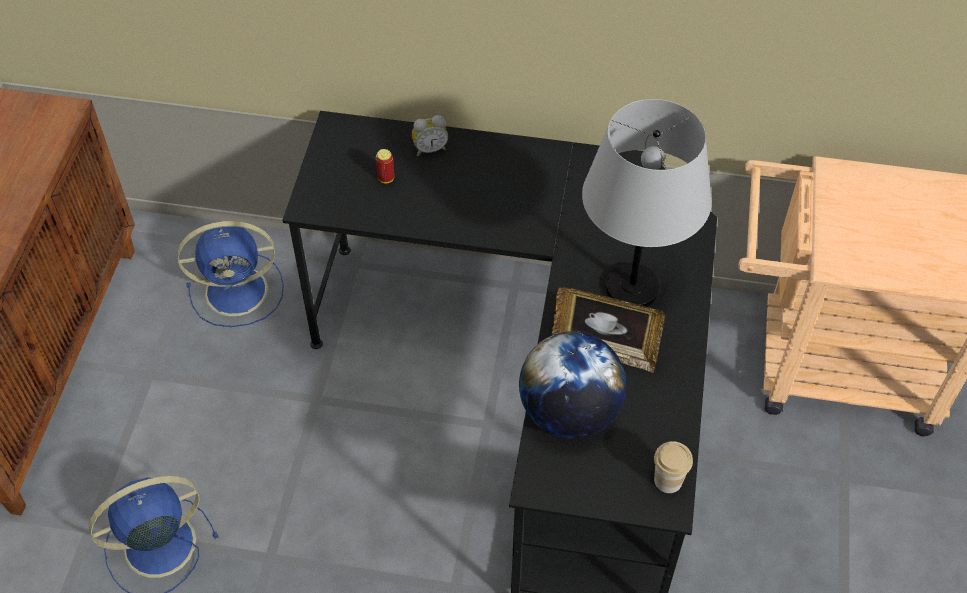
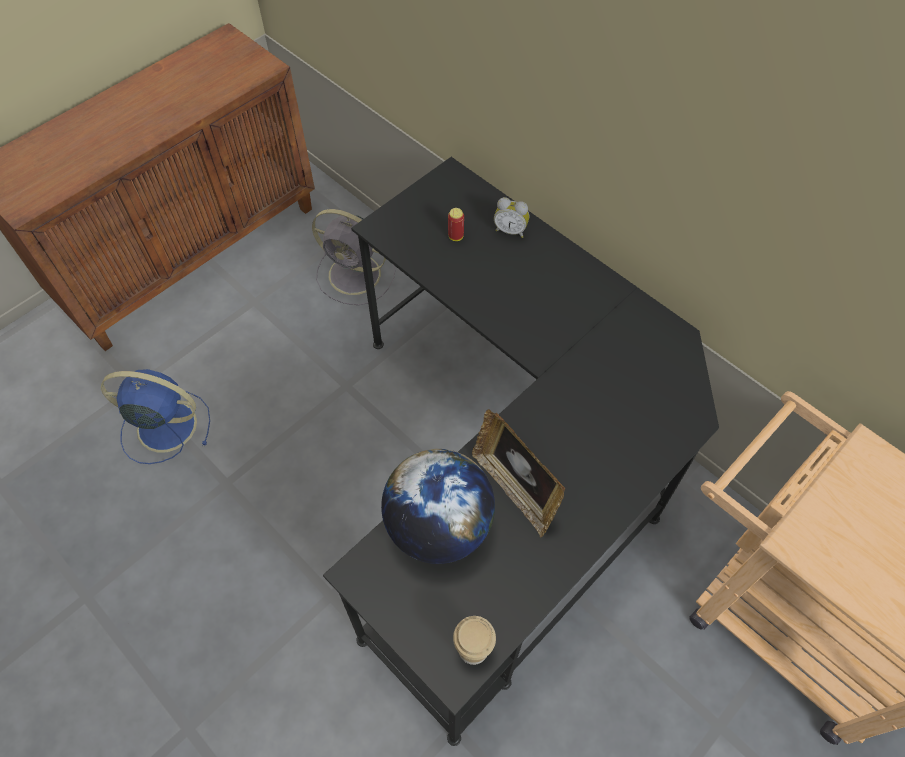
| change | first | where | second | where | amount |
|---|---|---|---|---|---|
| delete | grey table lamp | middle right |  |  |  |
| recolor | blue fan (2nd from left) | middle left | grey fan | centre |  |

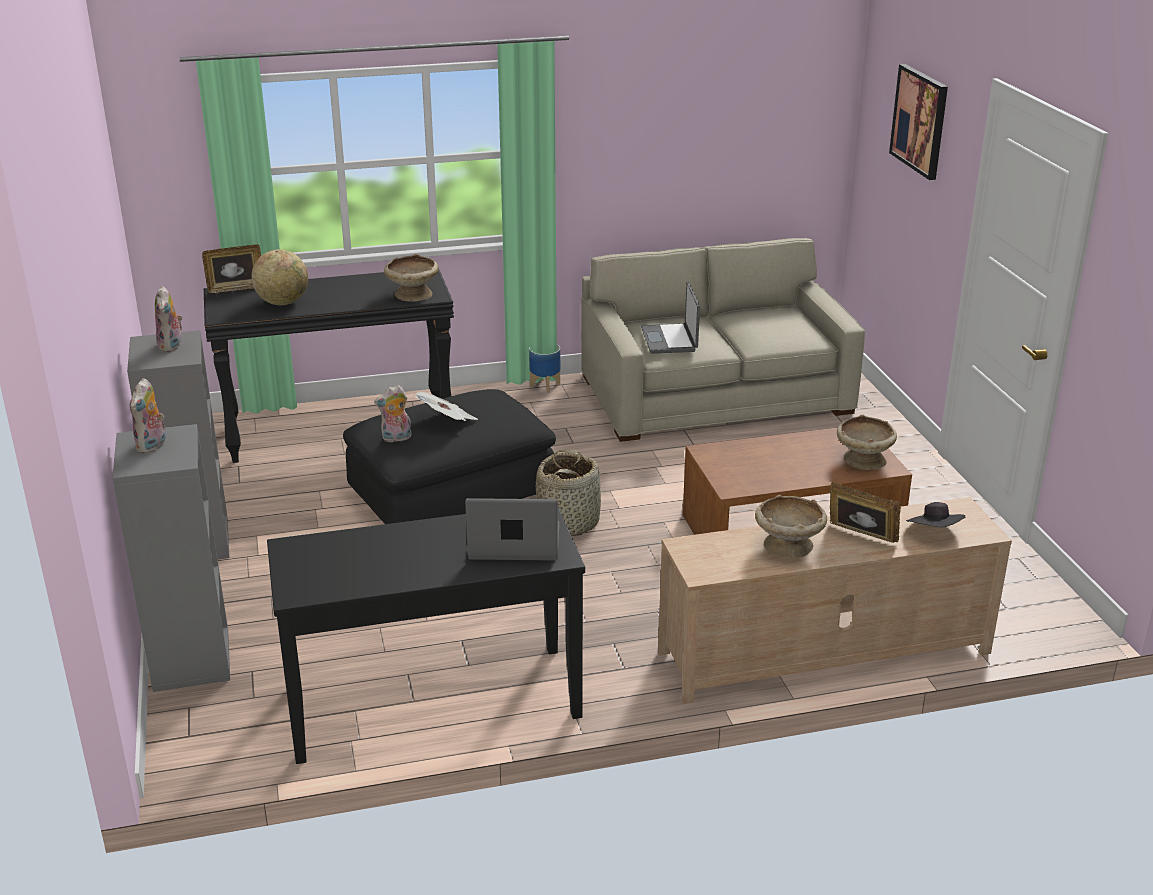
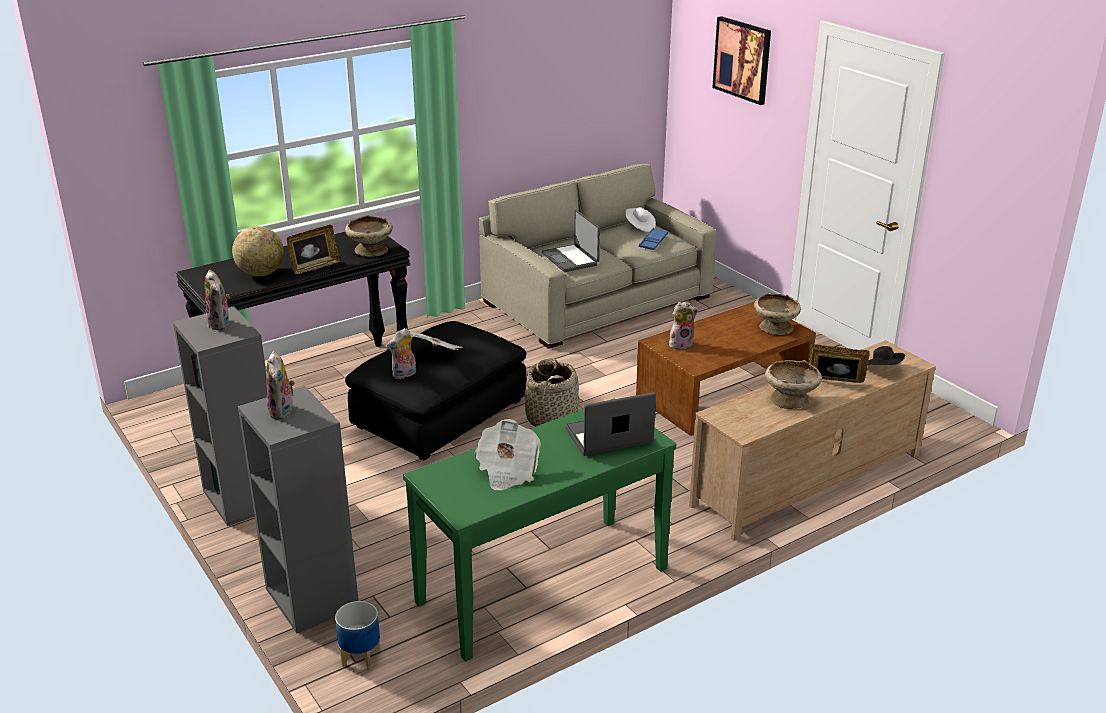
| change | first | where | second | where | amount |
|---|---|---|---|---|---|
| move | picture frame (1st from left) | top left |  | middle left |  |
| move | planter | centre |  | bottom left |  |
| recolor | black console table (2nd from left) | bottom centre | green console table | bottom centre |  |
| insert |  |  | white hat | top centre |  |
| insert |  |  | blue tray | centre |  |
| insert |  |  | plush toy (4th from left) | centre |  |
| insert |  |  | newspaper (2nd from left) | centre |  |

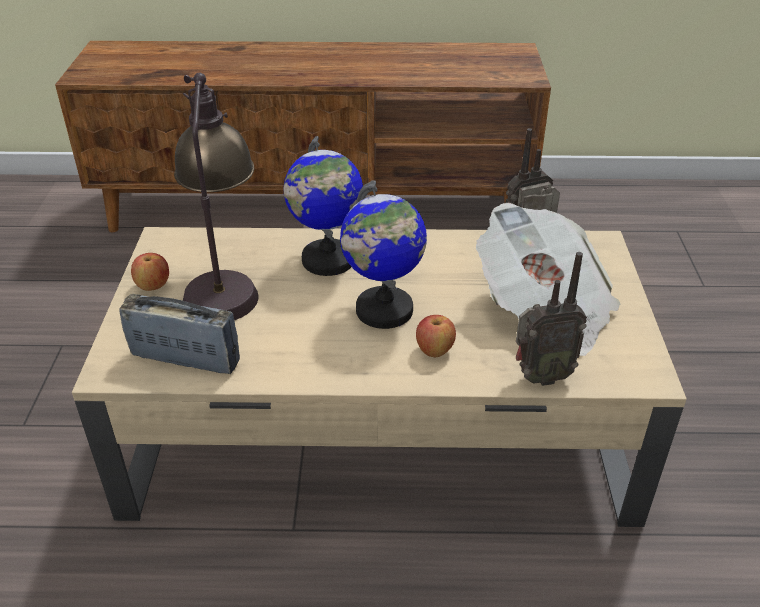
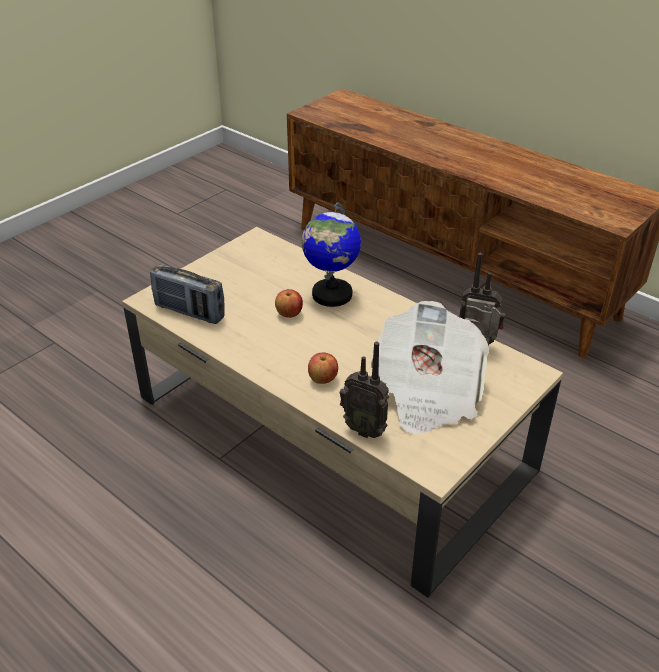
| change | first | where | second | where | amount |
|---|---|---|---|---|---|
| delete | table lamp | top left |  |  |  |
| delete | globe (2nd from left) | centre |  |  |  |
| move | apple (1st from left) | middle left |  | centre |  |
| rotate | radio (1st from left) | middle left |  | middle left | 150 degrees clockwise |

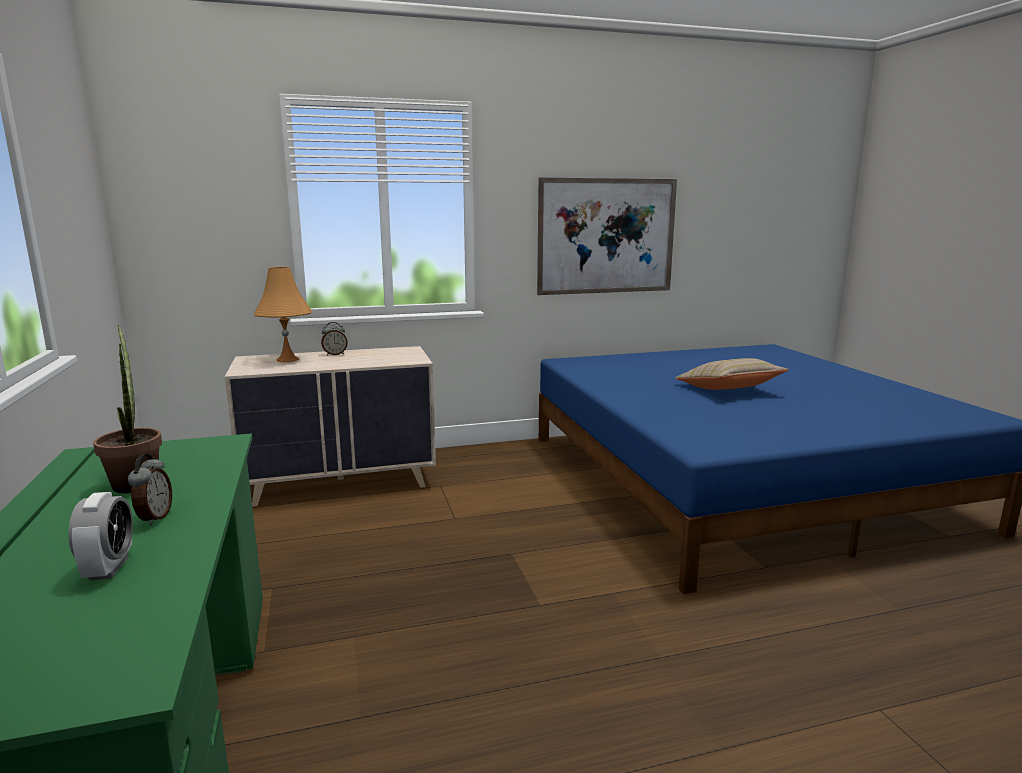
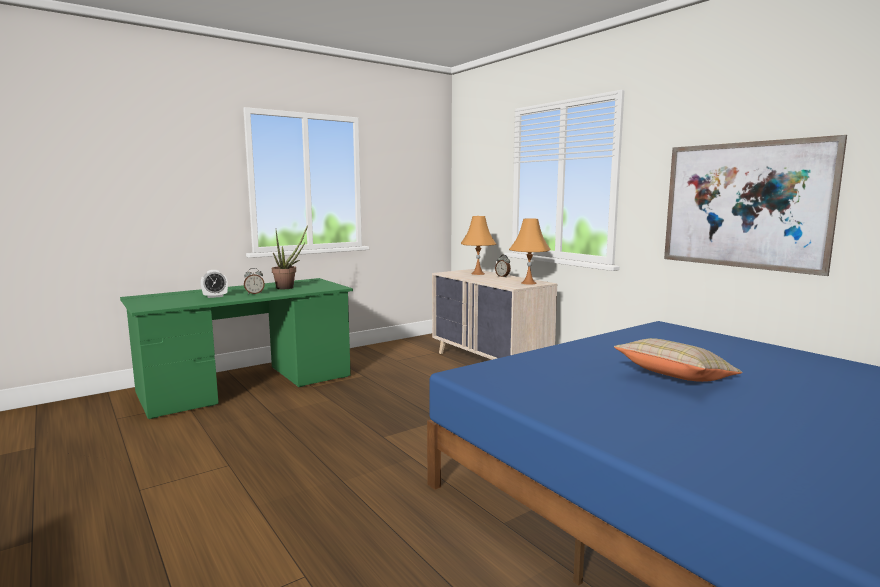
| change | first | where | second | where | amount |
|---|---|---|---|---|---|
| insert |  |  | orange table lamp (2nd from left) | centre |  |

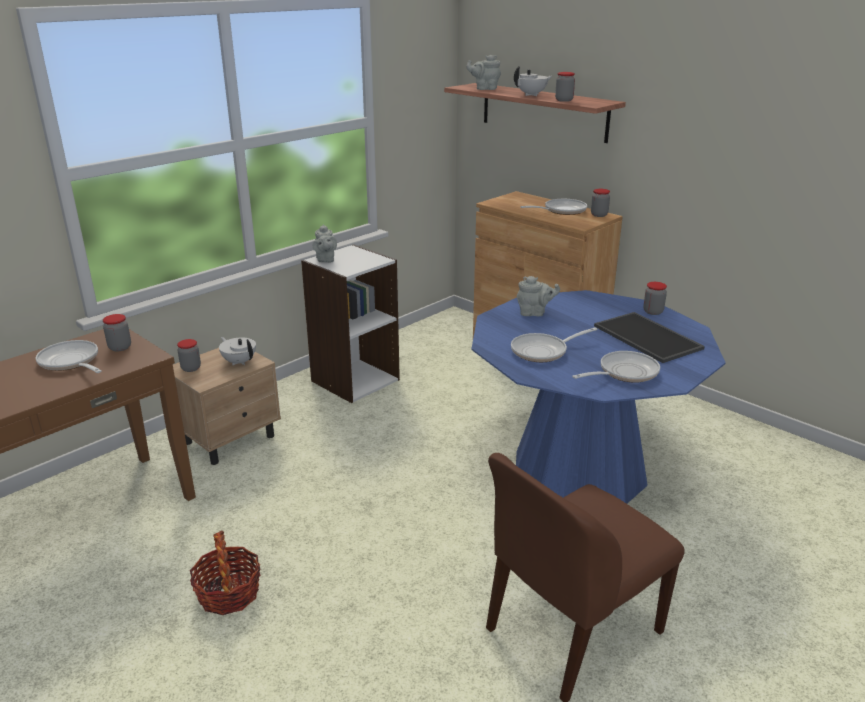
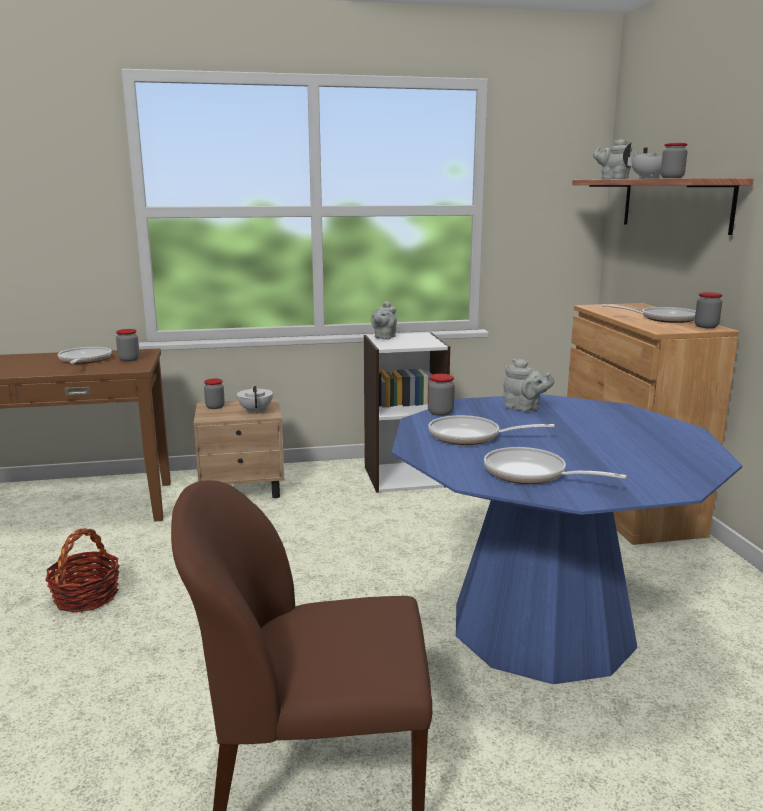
| change | first | where | second | where | amount |
|---|---|---|---|---|---|
| move | jar (5th from left in the first image) | middle right | jar (3rd from left) | centre |  |
| delete | tray | middle right |  |  |  |
| rotate | frying pan (4th from left in the first image) | middle right | frying pan (3rd from left) | middle right | 150 degrees counterclockwise |

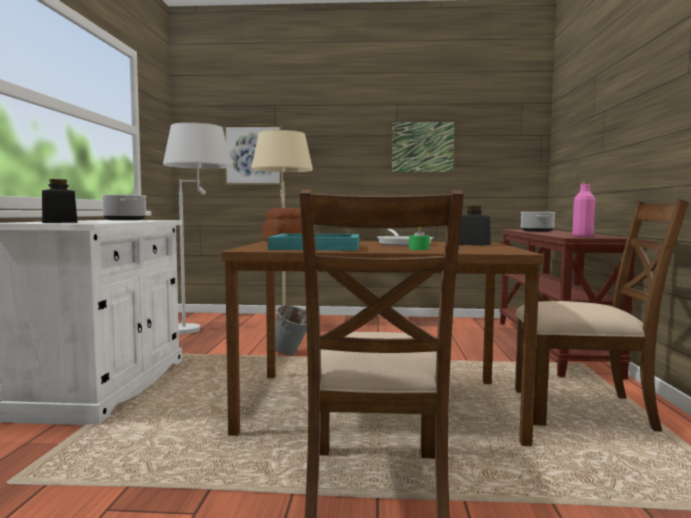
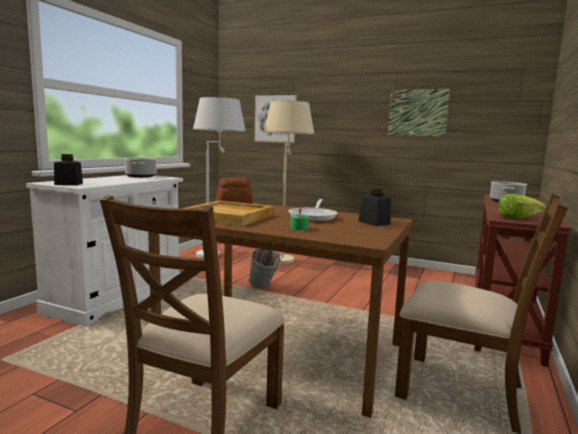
| change | first | where | second | where | amount |
|---|---|---|---|---|---|
| replace | pink bottle | middle right | lettuce | middle right |  |
| recolor | turquoise tray | centre | beige tray | centre |  |

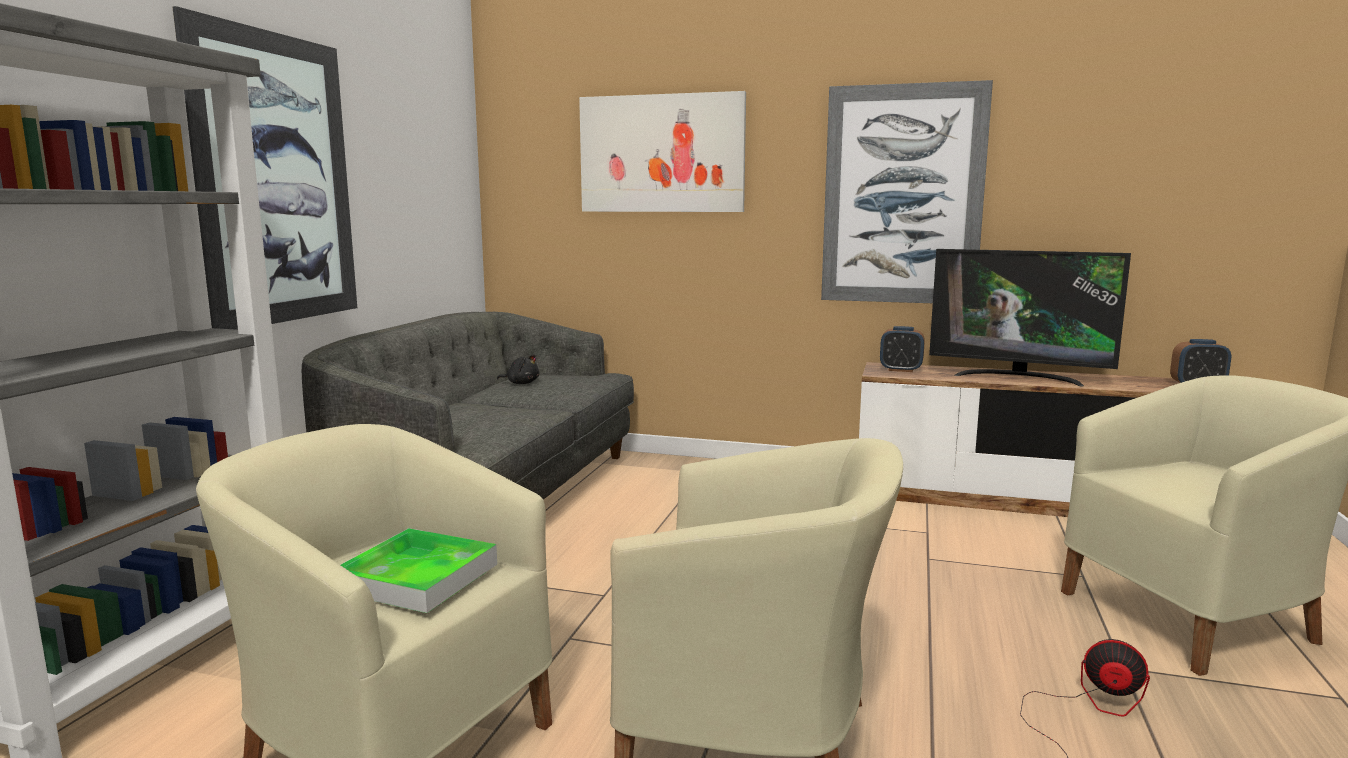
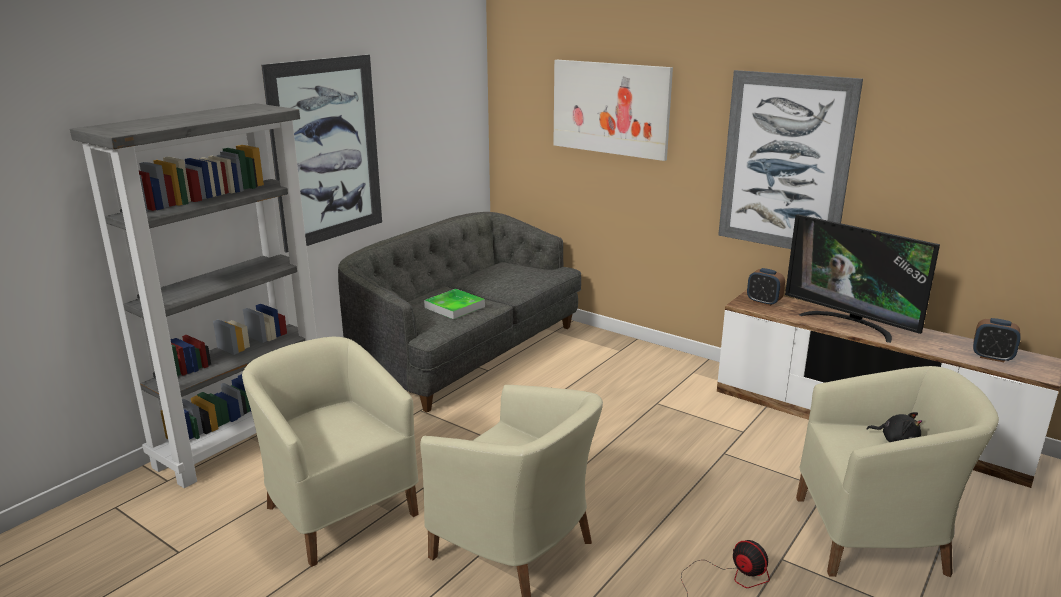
| change | first | where | second | where | amount |
|---|---|---|---|---|---|
| move | black plush toy | centre |  | bottom right |  |
| move | tray | bottom left |  | centre |  |

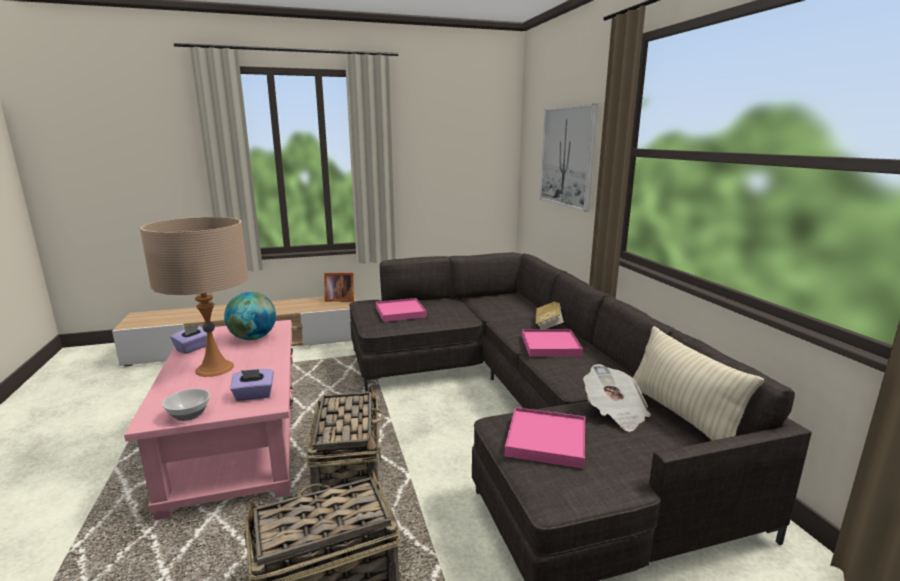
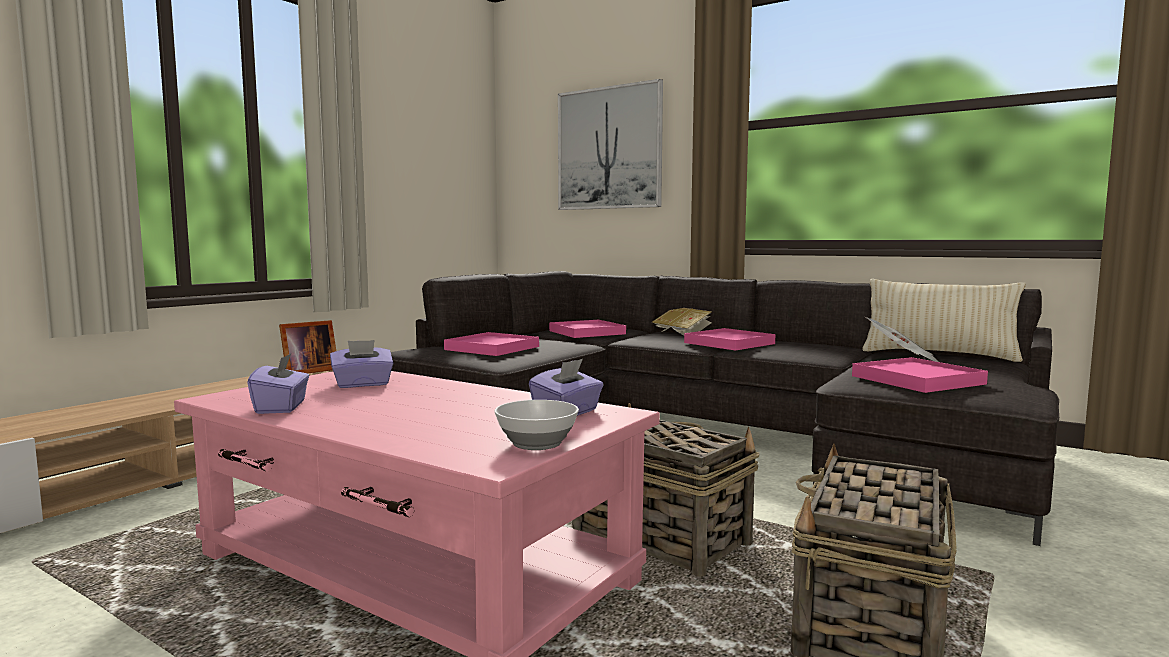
| change | first | where | second | where | amount |
|---|---|---|---|---|---|
| delete | beige table lamp | middle left |  |  |  |
| replace | globe | middle left | purple tissue box (2nd from left) | middle left |  |
| insert |  |  | pink tray (2nd from left) | centre |  |

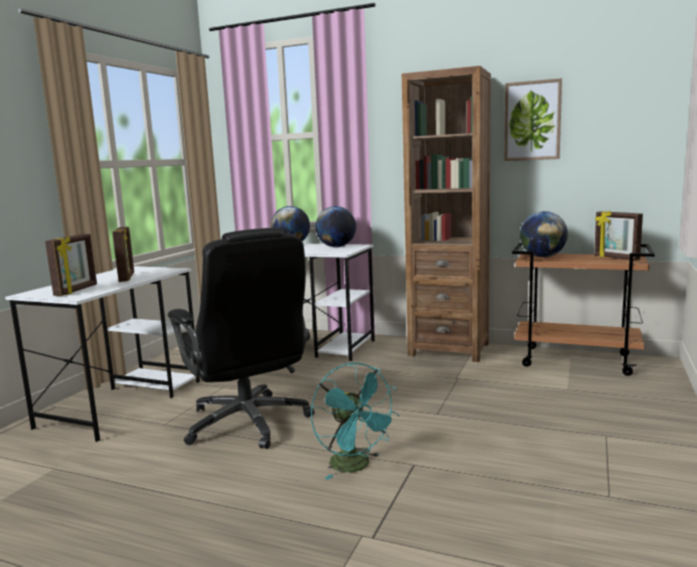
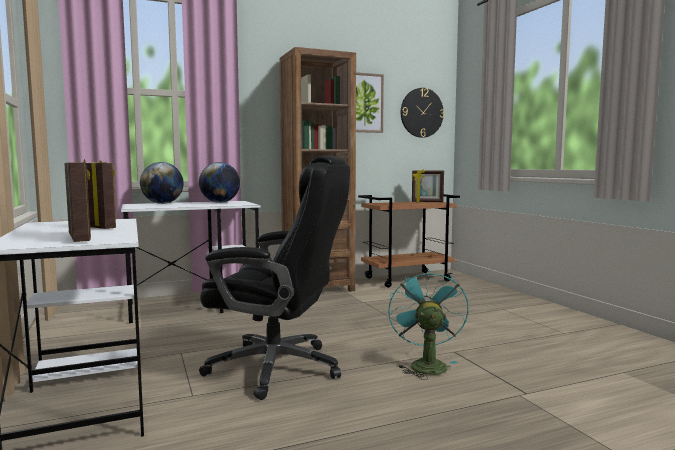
| change | first | where | second | where | amount |
|---|---|---|---|---|---|
| delete | globe (3rd from left) | middle right |  |  |  |
| rotate | turquoise fan | bottom centre |  | bottom centre | 105 degrees counterclockwise |
| insert |  |  | wall clock | top centre |  |

